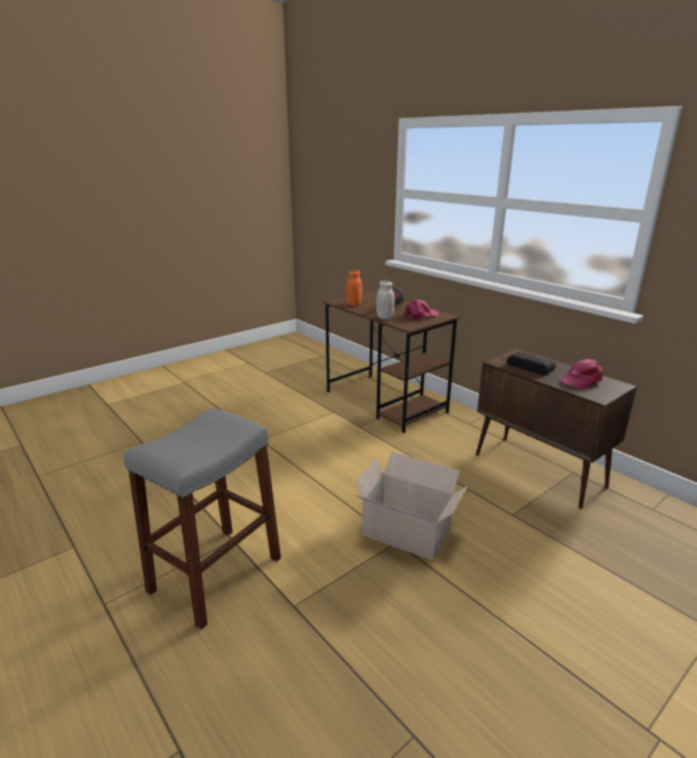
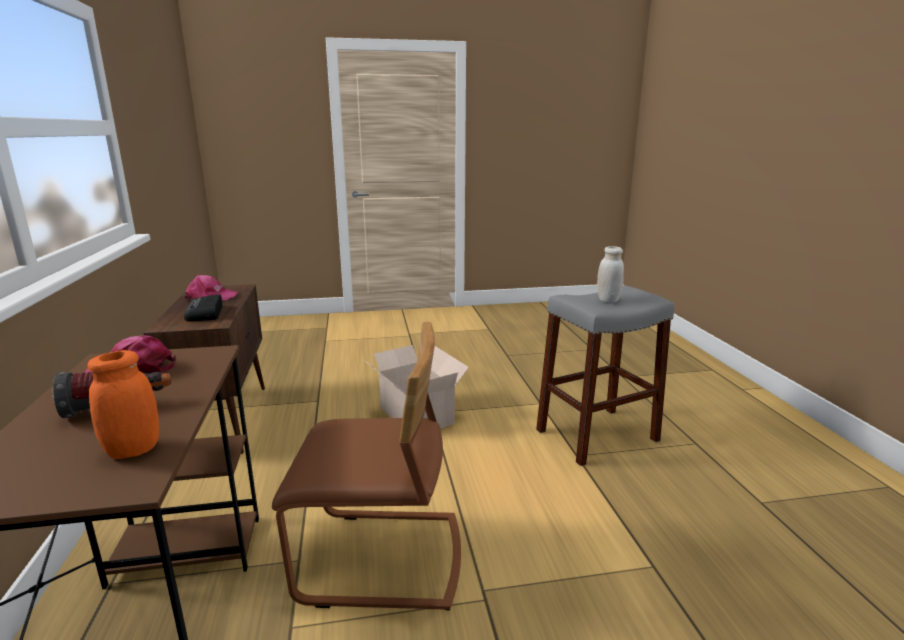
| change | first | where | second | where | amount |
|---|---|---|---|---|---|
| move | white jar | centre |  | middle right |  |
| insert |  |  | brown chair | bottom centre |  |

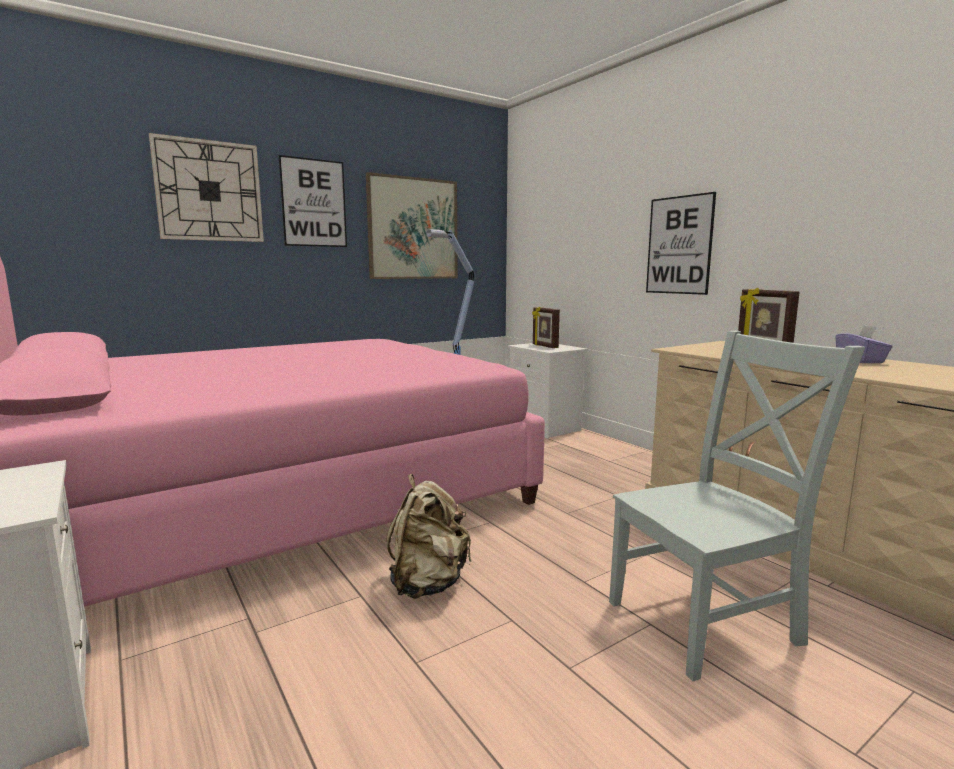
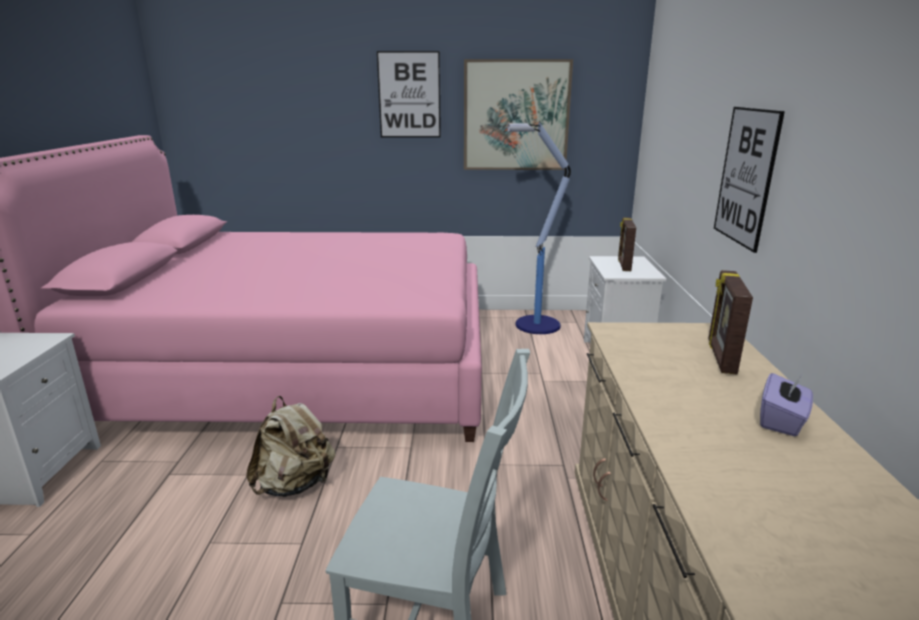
| change | first | where | second | where | amount |
|---|---|---|---|---|---|
| delete | wall clock | top left |  |  |  |

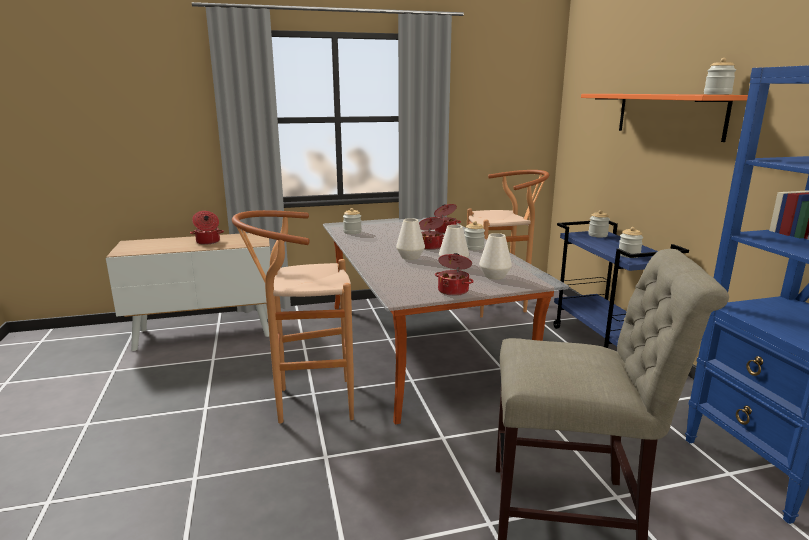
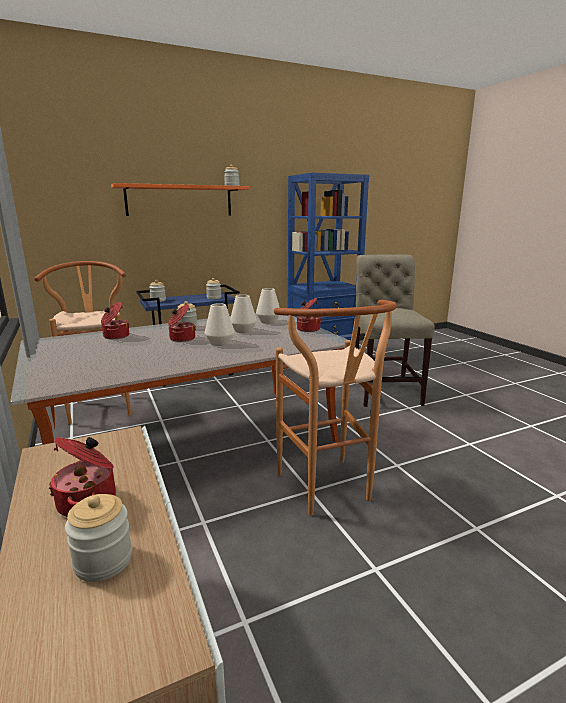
| change | first | where | second | where | amount |
|---|---|---|---|---|---|
| move | jar (1st from left) | centre |  | bottom left |  |

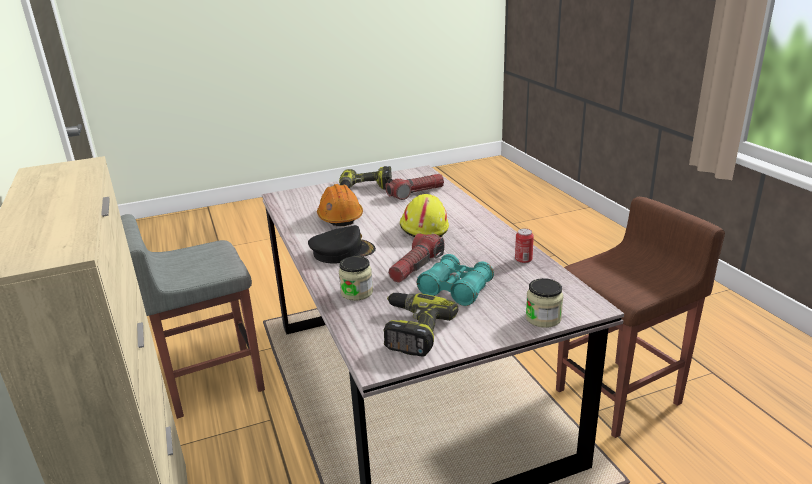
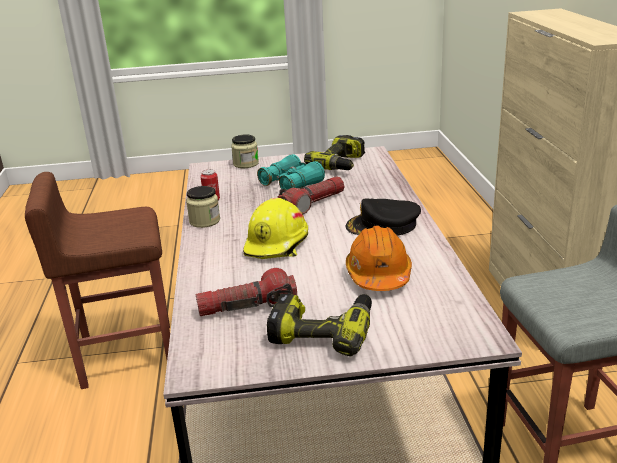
| change | first | where | second | where | amount |
|---|---|---|---|---|---|
| move | jar (1st from left) | centre |  | middle left |  |

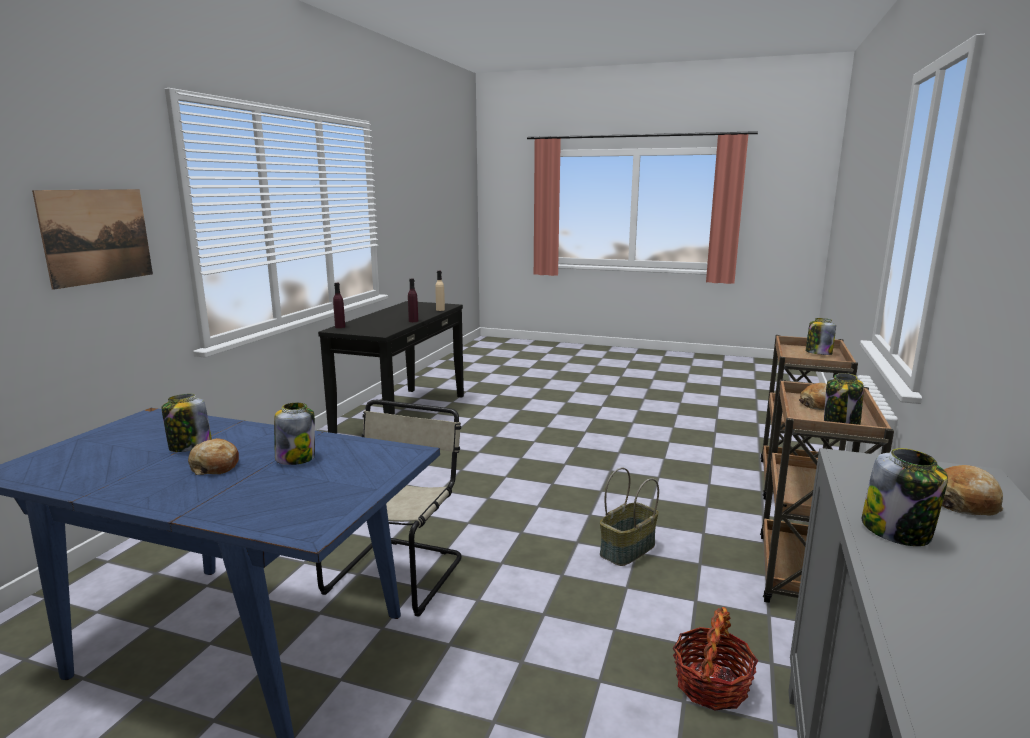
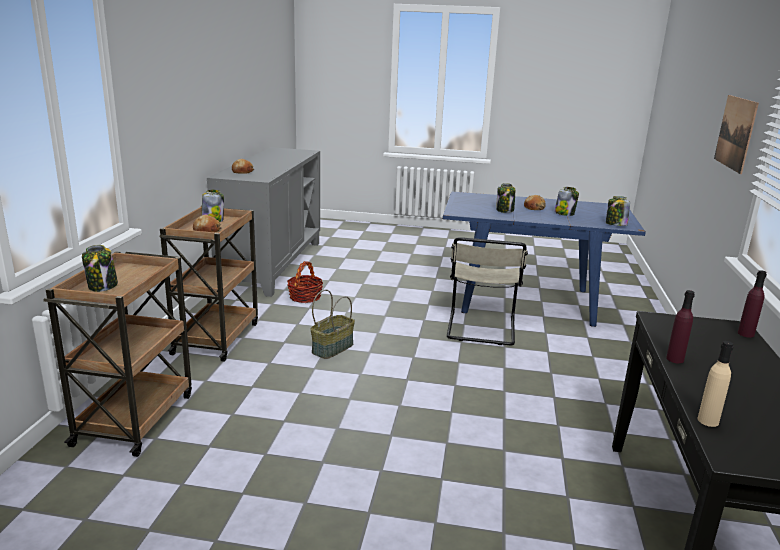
| change | first | where | second | where | amount |
|---|---|---|---|---|---|
| move | jar (5th from left) | bottom right |  | middle right |  |

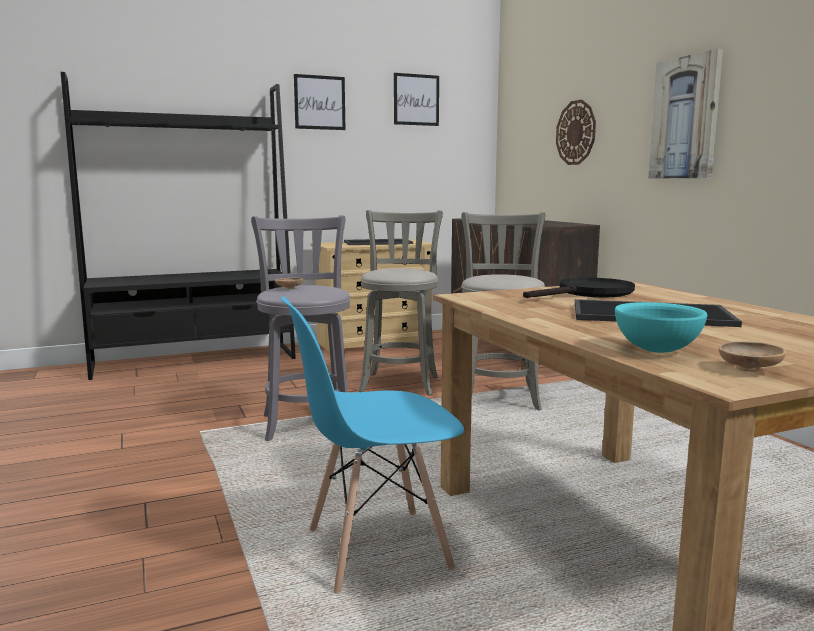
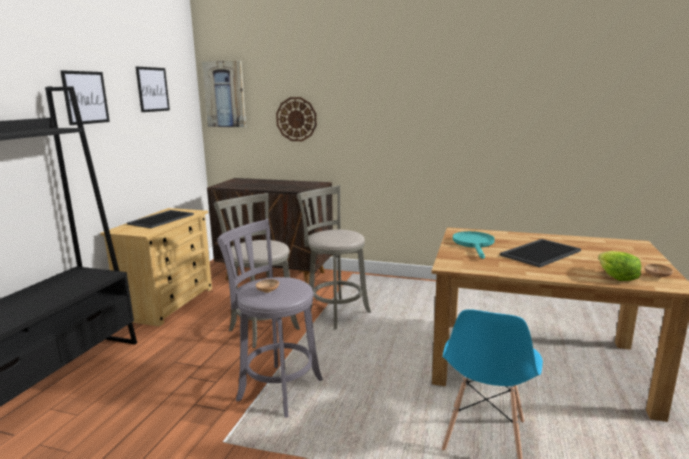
| change | first | where | second | where | amount |
|---|---|---|---|---|---|
| move | picture (3rd from left) | top right |  | top left |  |
| recolor | black frying pan | middle right | turquoise frying pan | middle right |  |
| replace | turquoise bowl | middle right | lettuce | middle right |  |

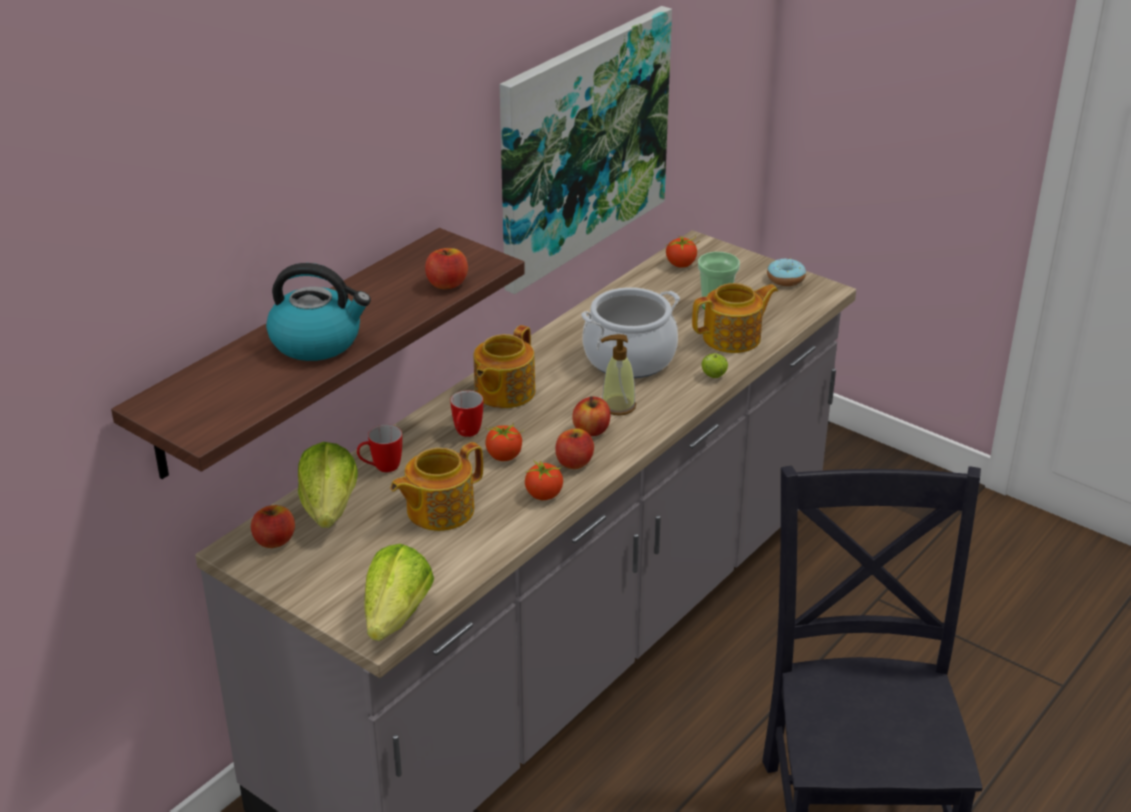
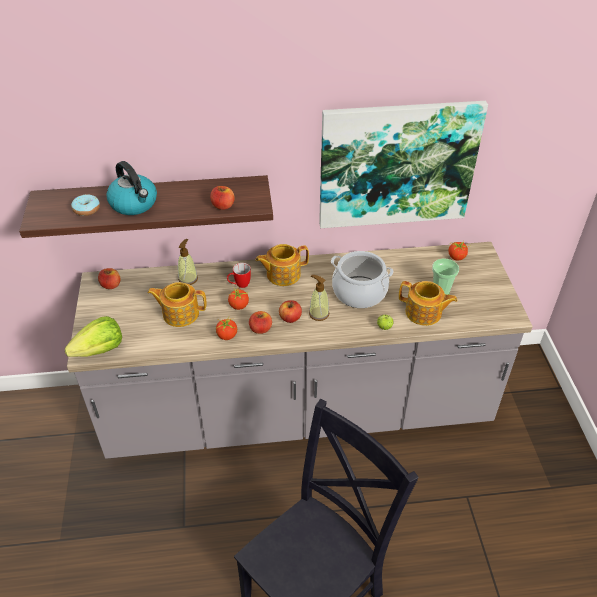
| change | first | where | second | where | amount |
|---|---|---|---|---|---|
| move | donut | middle right |  | middle left |  |
| replace | mug (1st from left) | centre | soap dispenser (1st from left) | middle left |  |
| delete | lettuce (1st from left) | middle left |  |  |  |

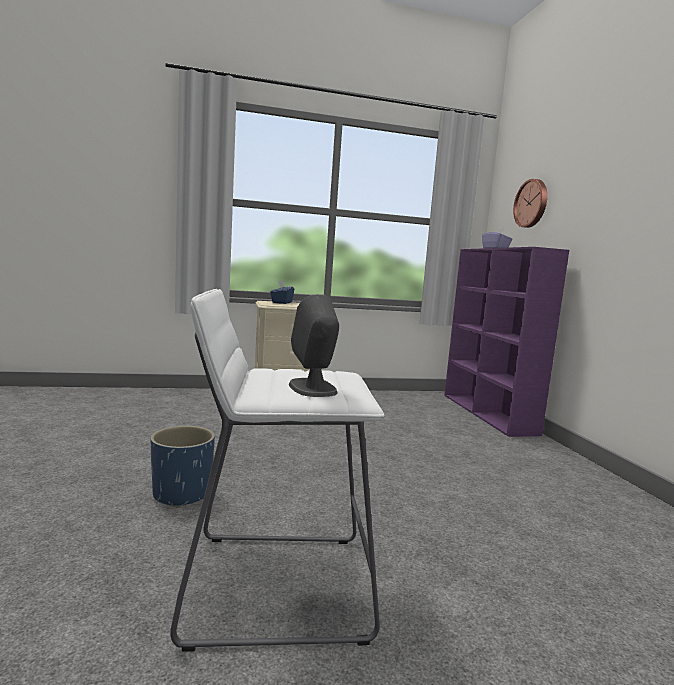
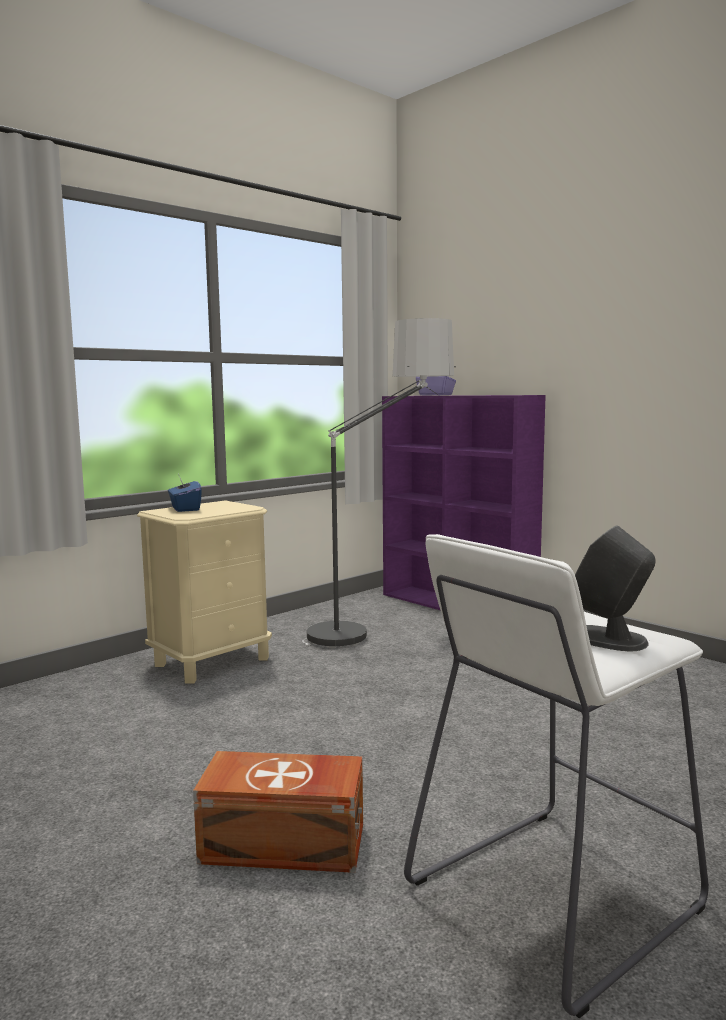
| change | first | where | second | where | amount |
|---|---|---|---|---|---|
| delete | wall clock | top right |  |  |  |
| replace | blue planter | bottom left | brown storage box | bottom centre |  |
| insert |  |  | floor lamp | centre |  |

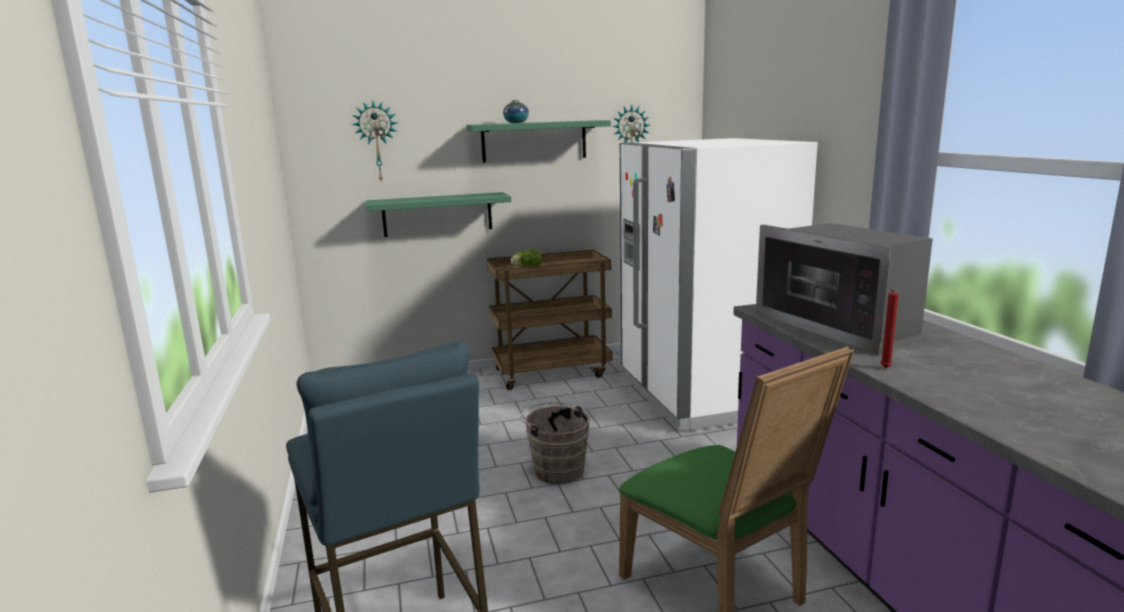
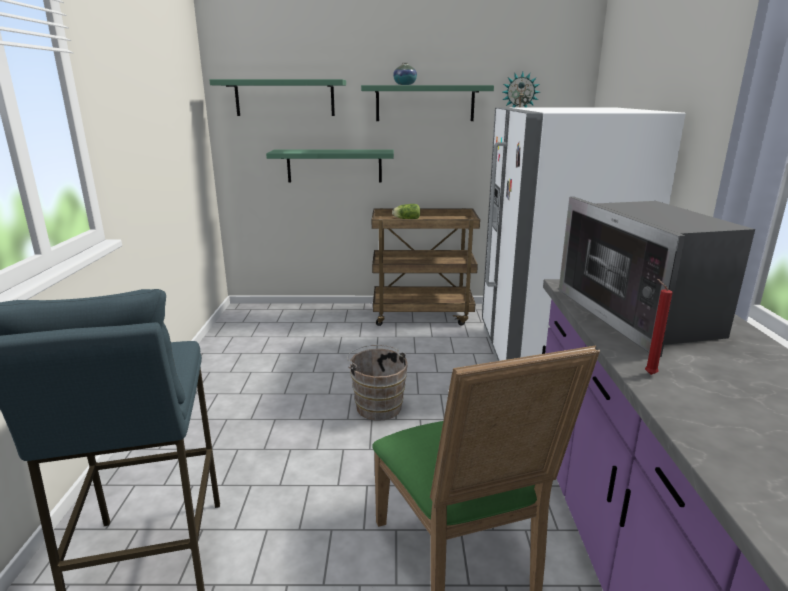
| change | first | where | second | where | amount |
|---|---|---|---|---|---|
| replace | wall clock (1st from left) | top left | green shelf (1st from left) | top centre |  |

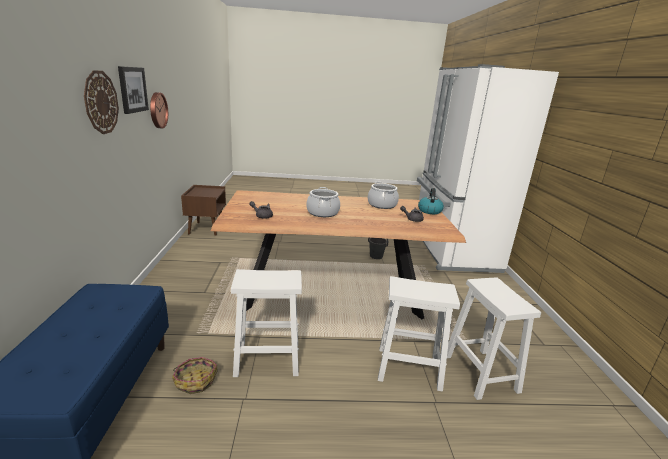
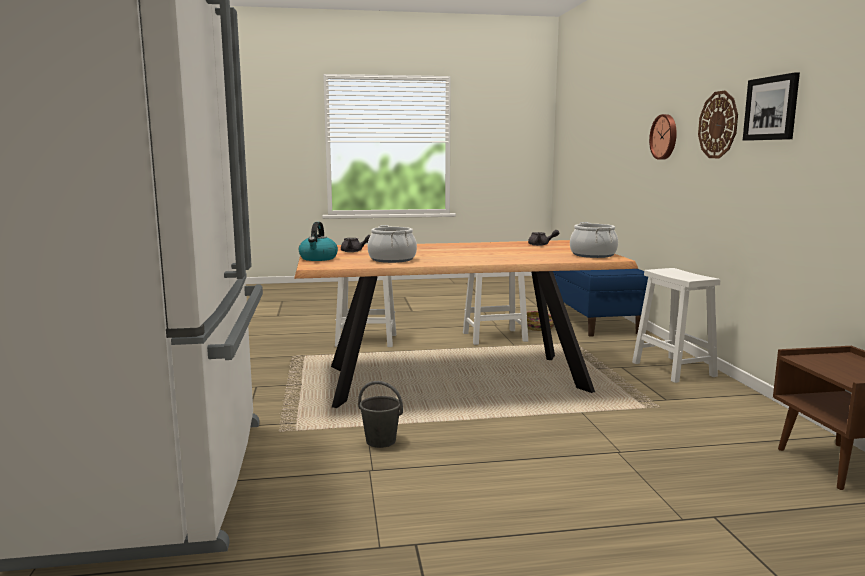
| change | first | where | second | where | amount |
|---|---|---|---|---|---|
| move | wall clock (2nd from left in the first image) | top left | wall clock (1st from left) | top right |  |
| move | cooking pot (1st from left in the first image) | centre | cooking pot (2nd from left) | middle right |  |
| move | white stool (3rd from left) | bottom right |  | middle right |  |

